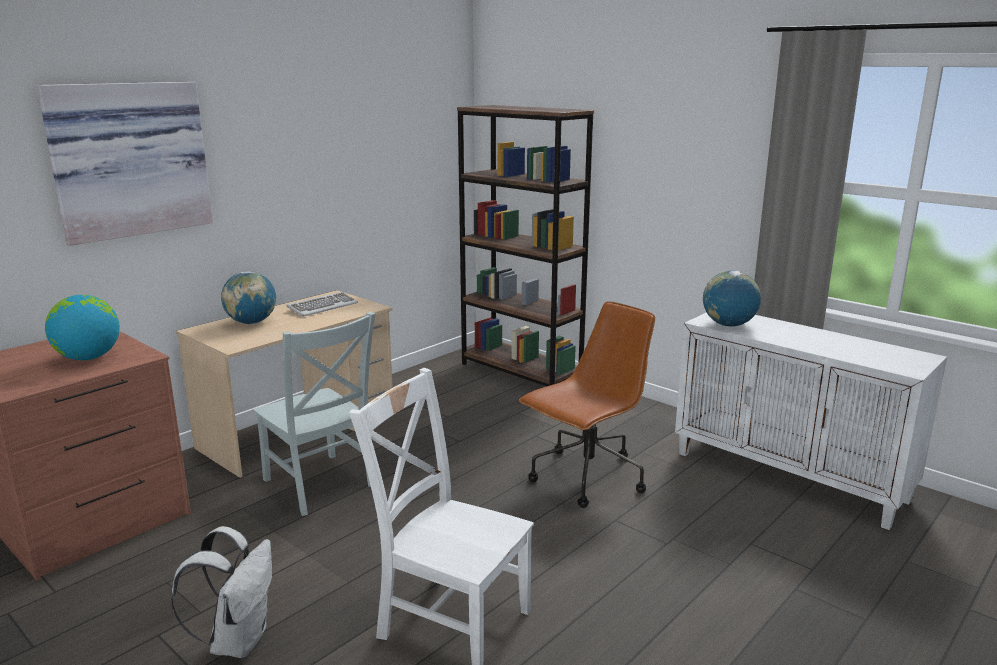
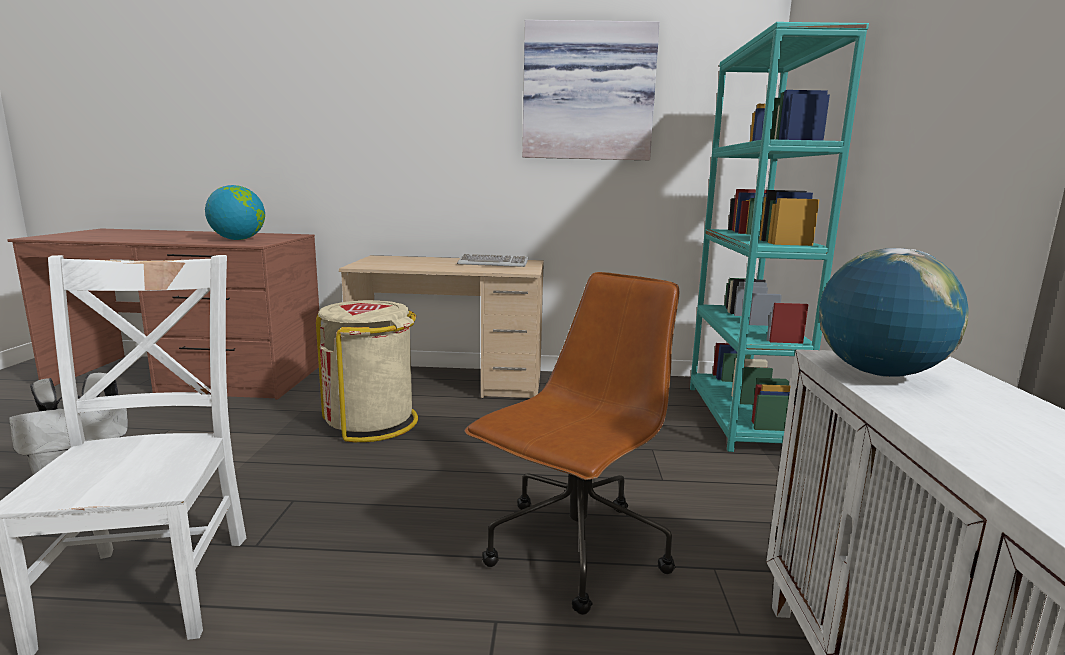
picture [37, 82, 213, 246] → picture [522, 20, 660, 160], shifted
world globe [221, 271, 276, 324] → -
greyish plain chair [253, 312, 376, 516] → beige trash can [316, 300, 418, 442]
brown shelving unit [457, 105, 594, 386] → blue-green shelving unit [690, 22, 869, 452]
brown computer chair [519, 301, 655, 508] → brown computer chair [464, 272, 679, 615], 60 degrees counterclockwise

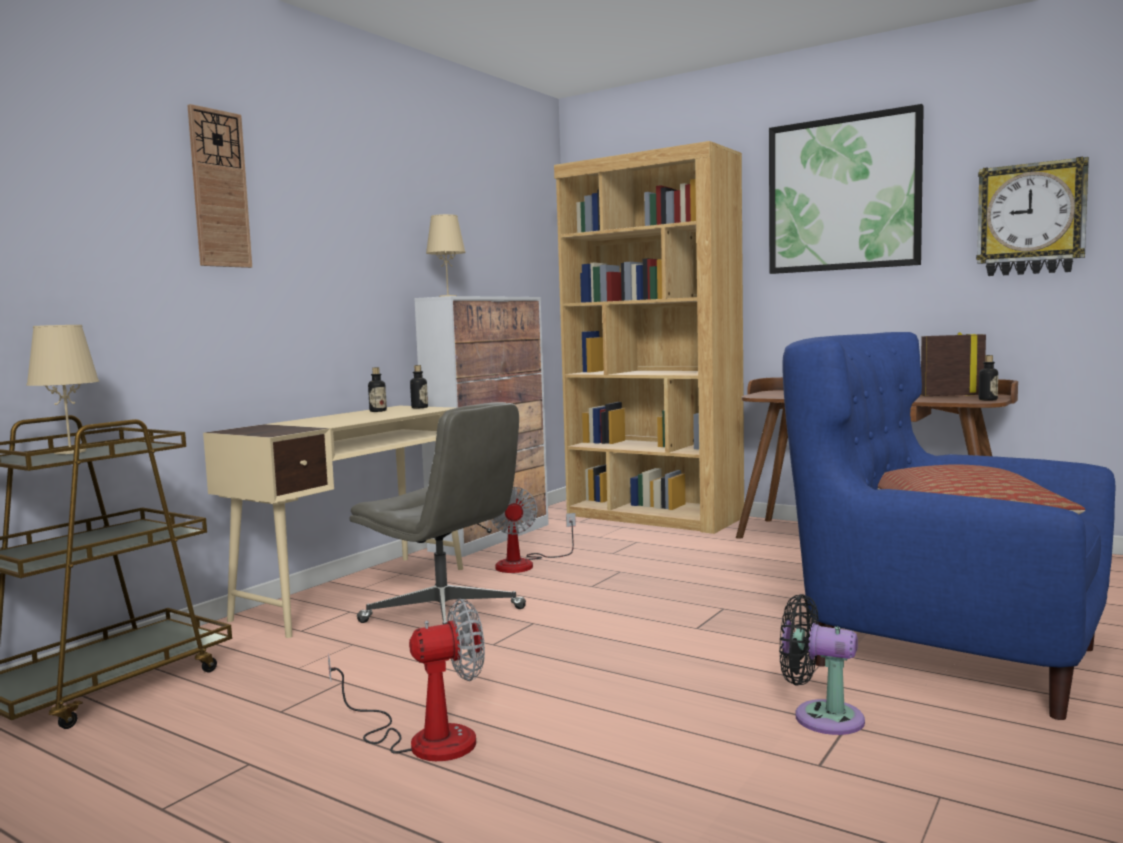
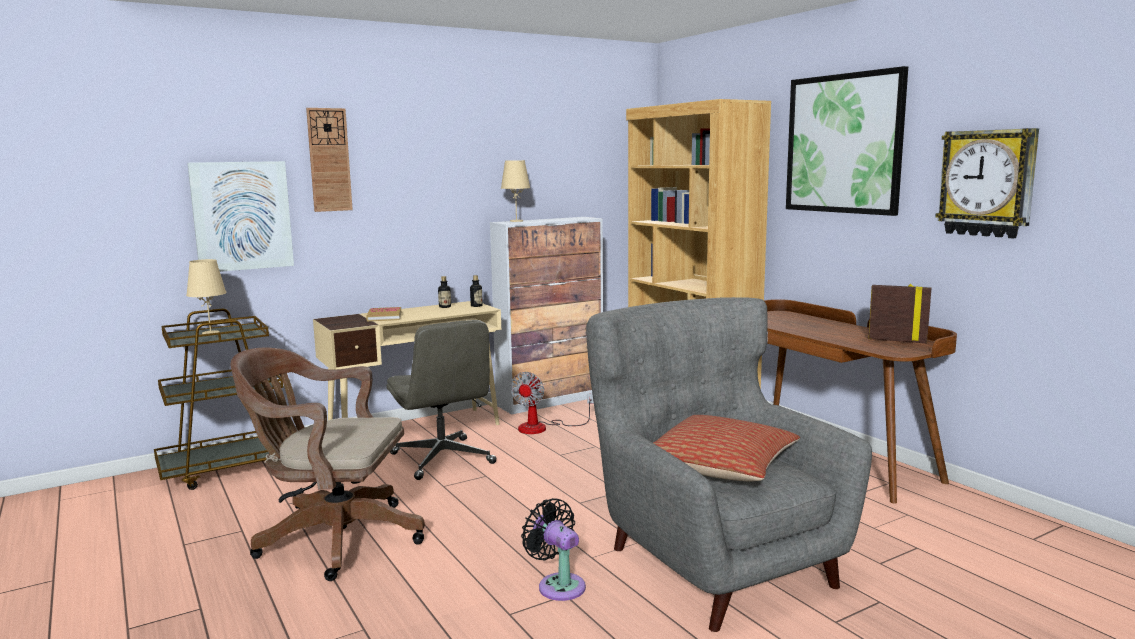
fan [328, 599, 485, 761] → brown computer chair [230, 348, 425, 581]
blue-coloured easy chair [782, 332, 1116, 720] → greyish easy chair [586, 297, 872, 632]
drink bottle [979, 355, 998, 400] → -
- → picture [187, 161, 294, 272]
- → volume [366, 307, 401, 321]

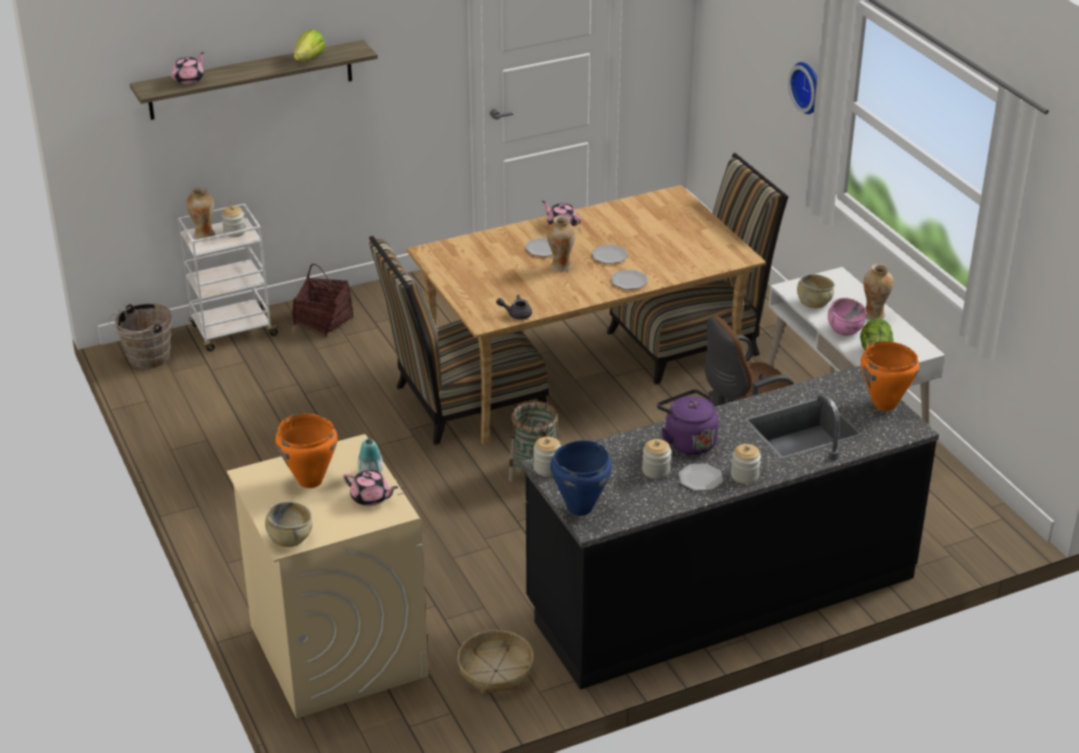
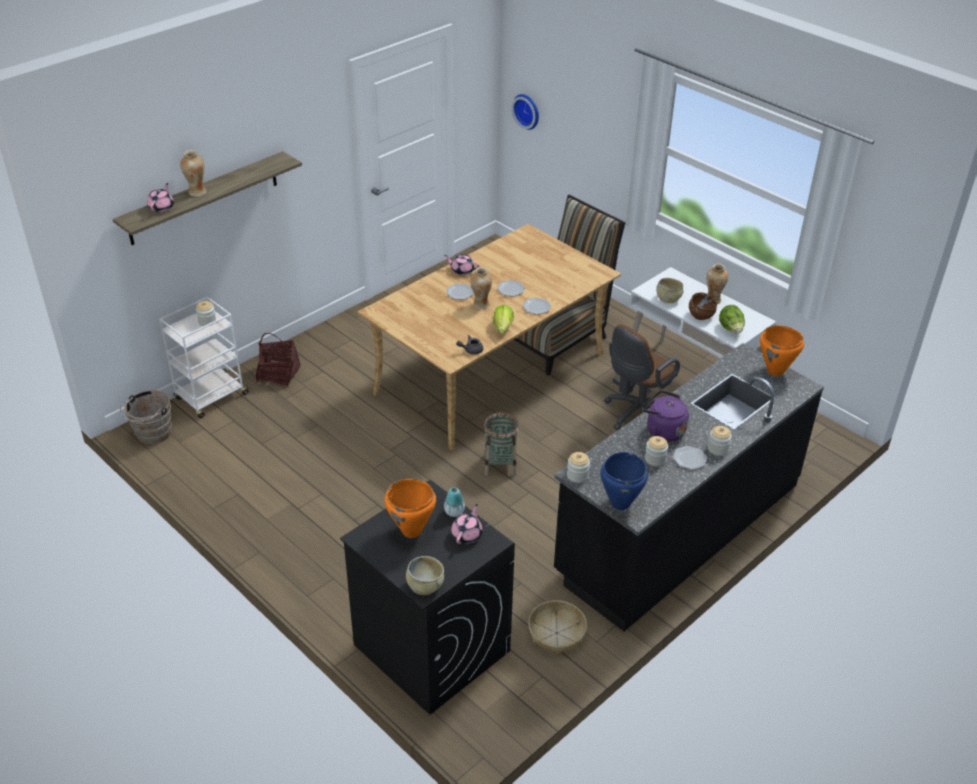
decorative vase [186, 187, 215, 239] → decorative vase [180, 150, 206, 197], shifted
beige laundry appliance [227, 434, 429, 719] → black laundry appliance [340, 480, 515, 715]
lettuce head [294, 30, 326, 61] → lettuce head [493, 305, 514, 334], shifted
pink pot for tea [343, 470, 398, 506] → pink pot for tea [451, 504, 483, 544], 75 degrees counterclockwise
plain chair [369, 236, 549, 445] → -
clock on the wall [788, 62, 817, 114] → clock on the wall [512, 94, 539, 130], shifted
pink bowl [828, 298, 866, 336] → brown bowl [689, 293, 717, 320]

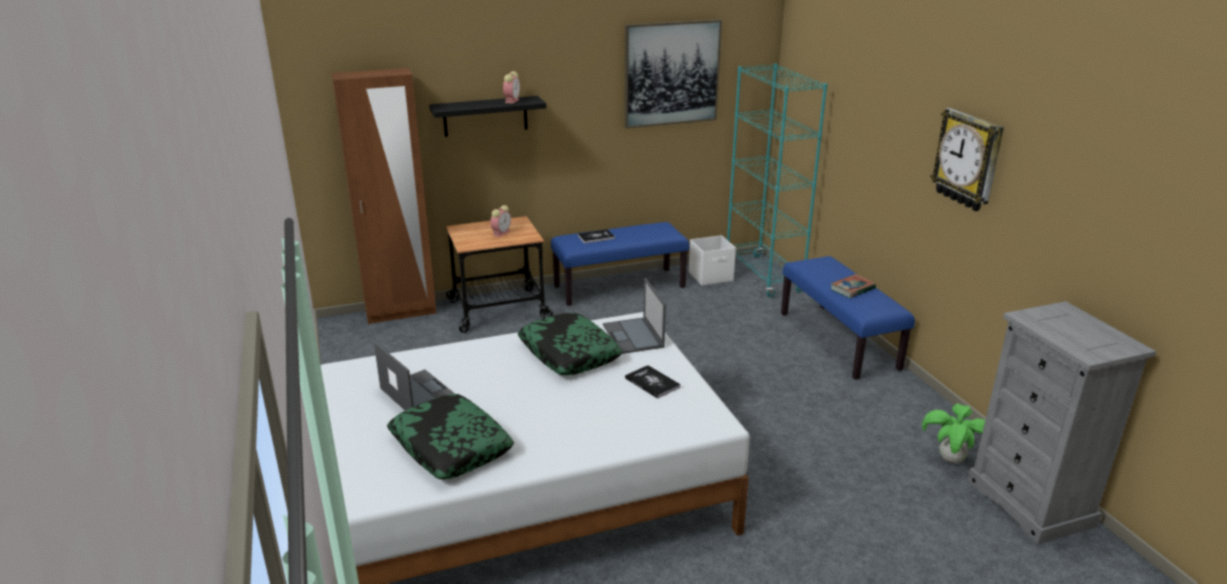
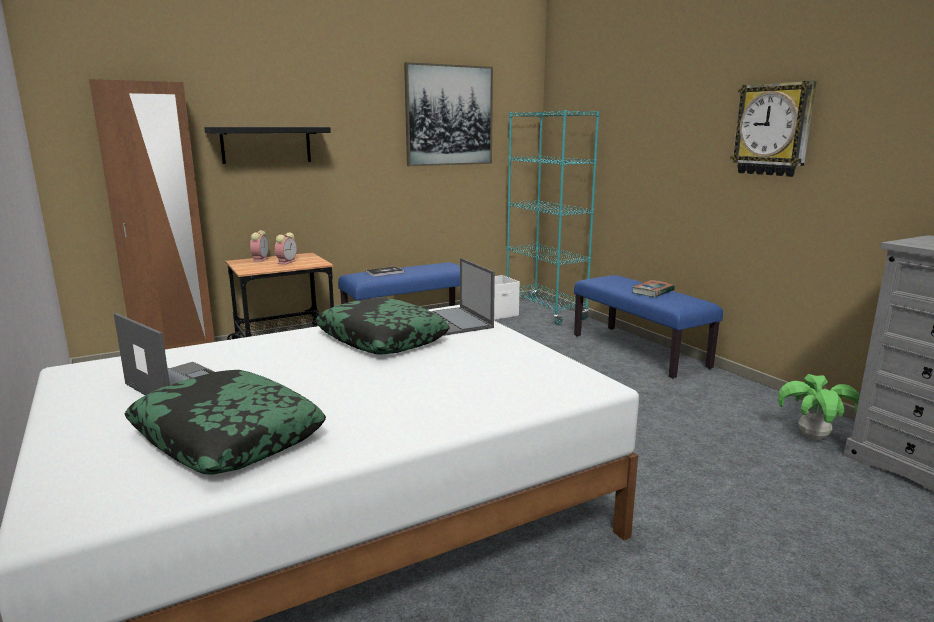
bedside clock [503, 71, 520, 104] → bedside clock [250, 230, 269, 262], shifted
volume [625, 365, 681, 399] → -

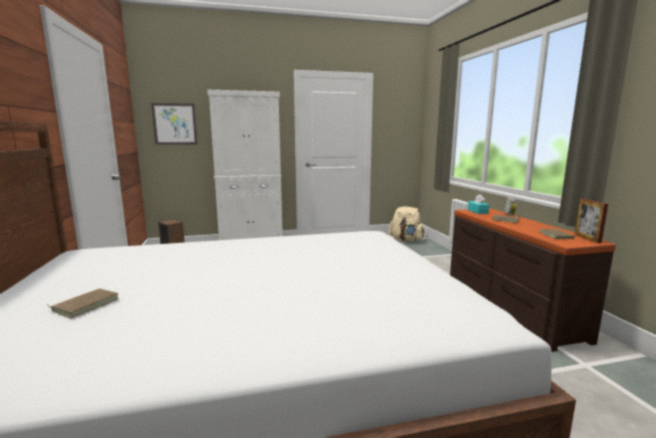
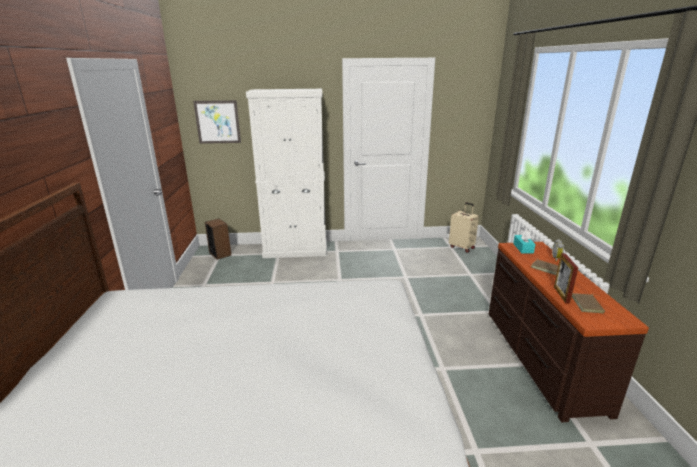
brown volume [47, 289, 119, 318] → -
beige backpack [389, 207, 424, 241] → beige travel case [449, 203, 479, 252]
standing frame [575, 199, 608, 243] → standing frame [554, 253, 578, 303], shifted

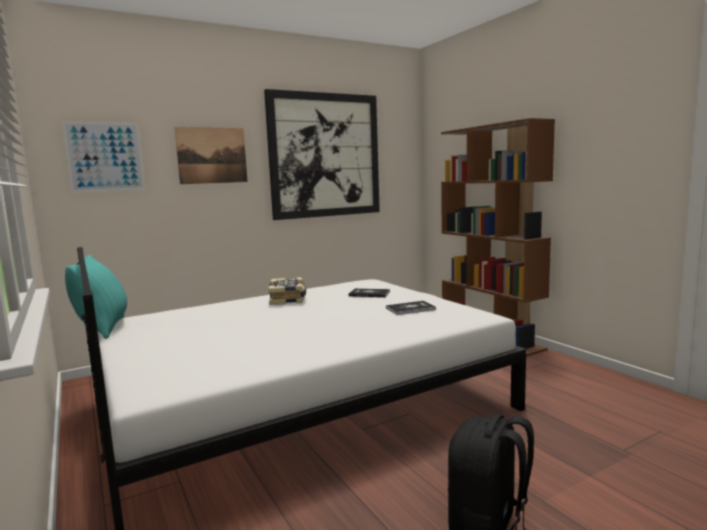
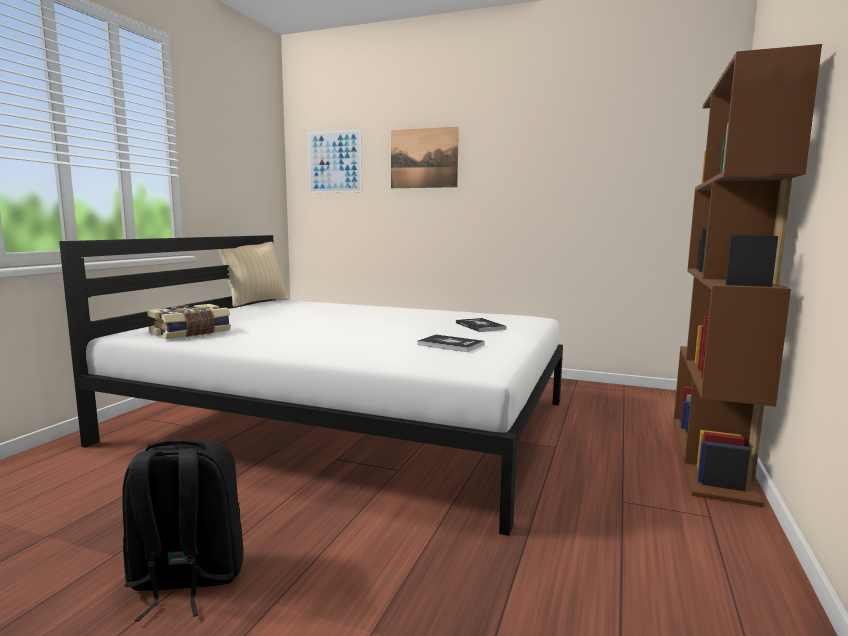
blue-green throw pillow [65, 255, 127, 339] → beige throw pillow [218, 242, 288, 307]
picture [264, 89, 380, 220] → -
volume [268, 277, 306, 305] → volume [147, 304, 231, 339], shifted

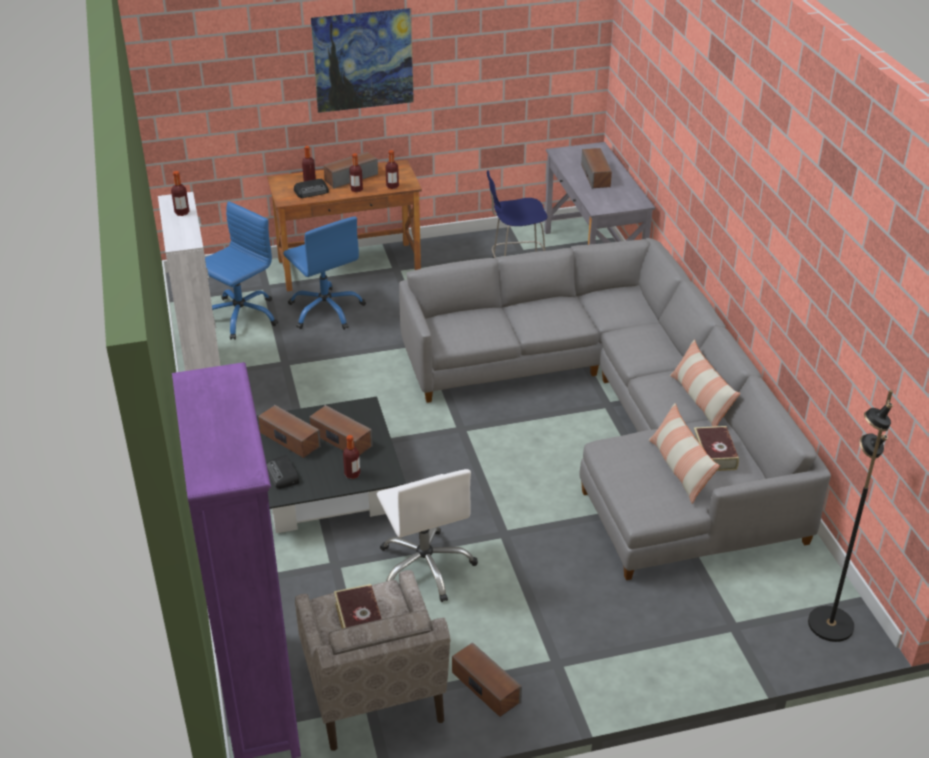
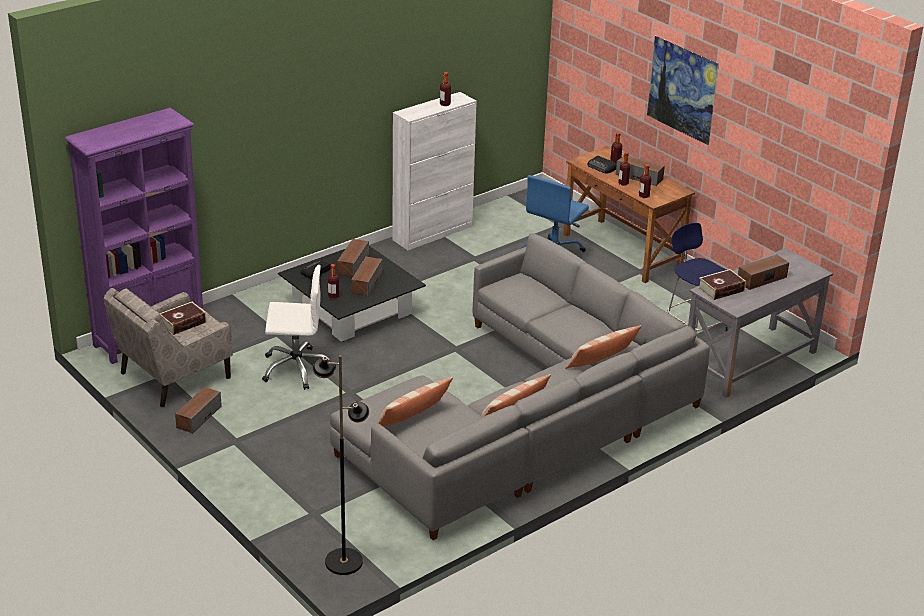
blue-coloured computer chair [205, 201, 278, 340] → -
white-coloured computer chair [377, 469, 478, 602] → white-coloured computer chair [262, 265, 336, 390], 135 degrees counterclockwise
volume [694, 426, 739, 471] → volume [698, 269, 746, 300], shifted
- → throw pillow [565, 325, 642, 369]

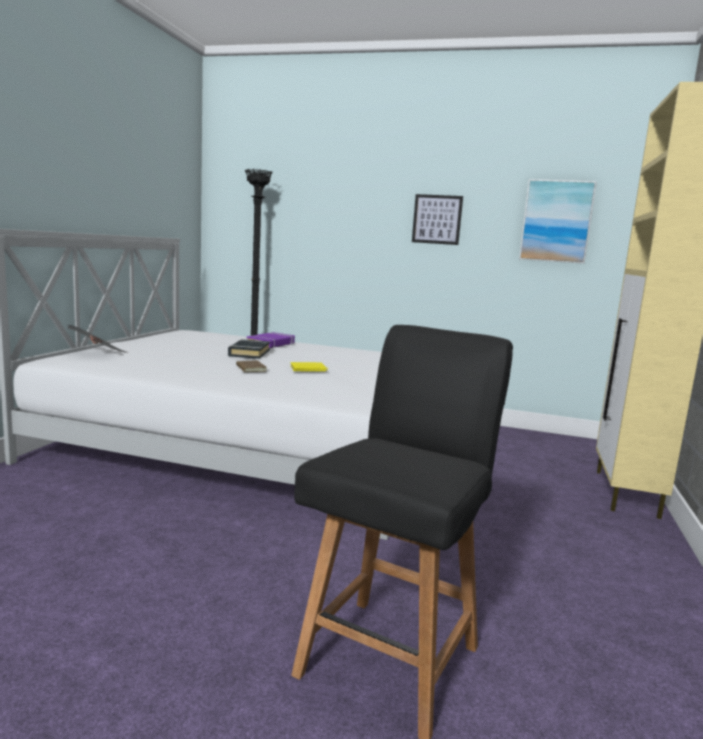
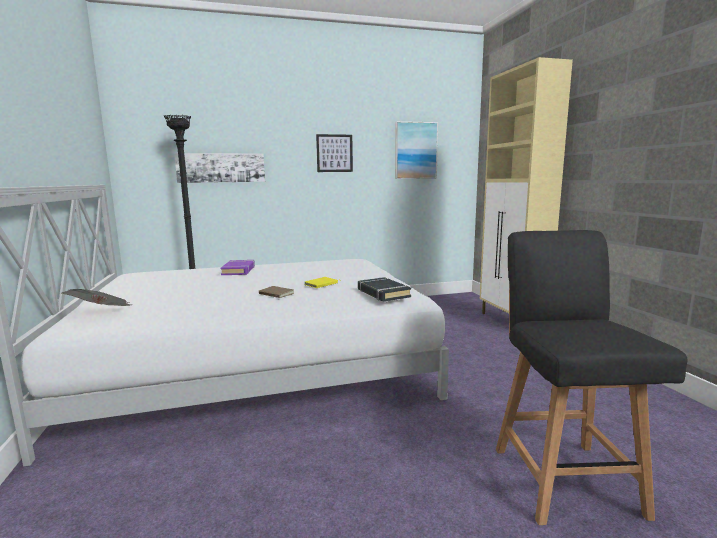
black volume [228, 339, 270, 359] → black volume [358, 277, 411, 302], shifted
- → picture [174, 153, 265, 183]

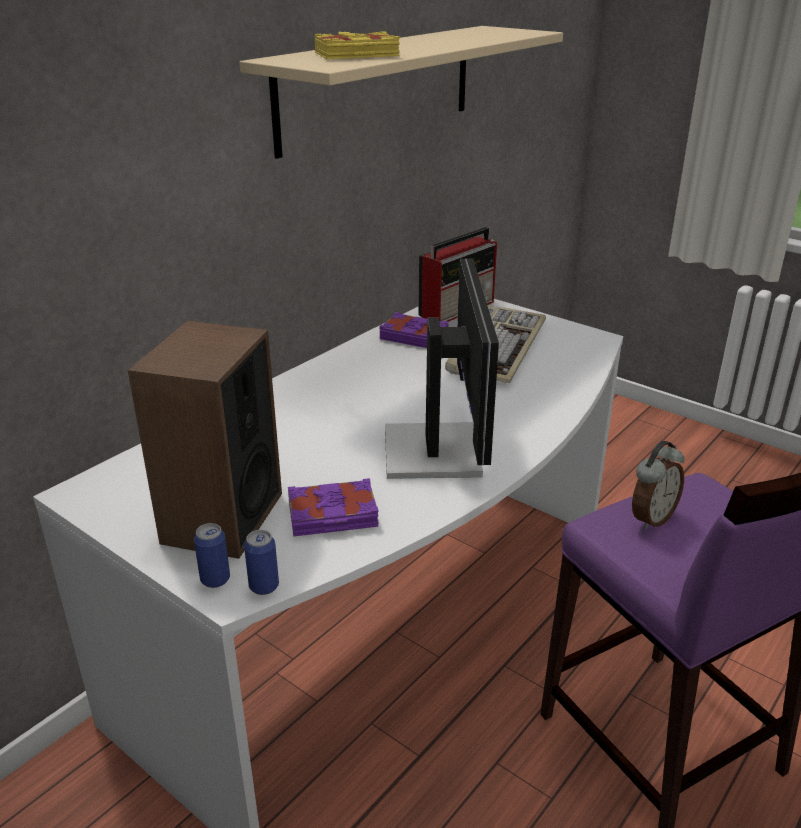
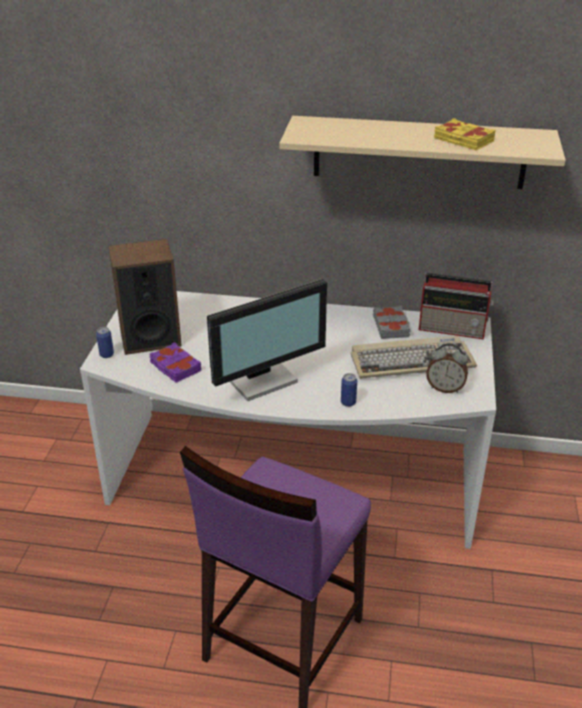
metal can [244, 530, 279, 595] → metal can [341, 373, 357, 407], shifted
yellow-coloured volume [315, 31, 400, 59] → yellow-coloured volume [434, 118, 496, 150], shifted
purple volume [379, 312, 449, 348] → greyish volume [373, 306, 411, 339]
bedside clock [632, 441, 684, 530] → bedside clock [426, 343, 468, 393], shifted

